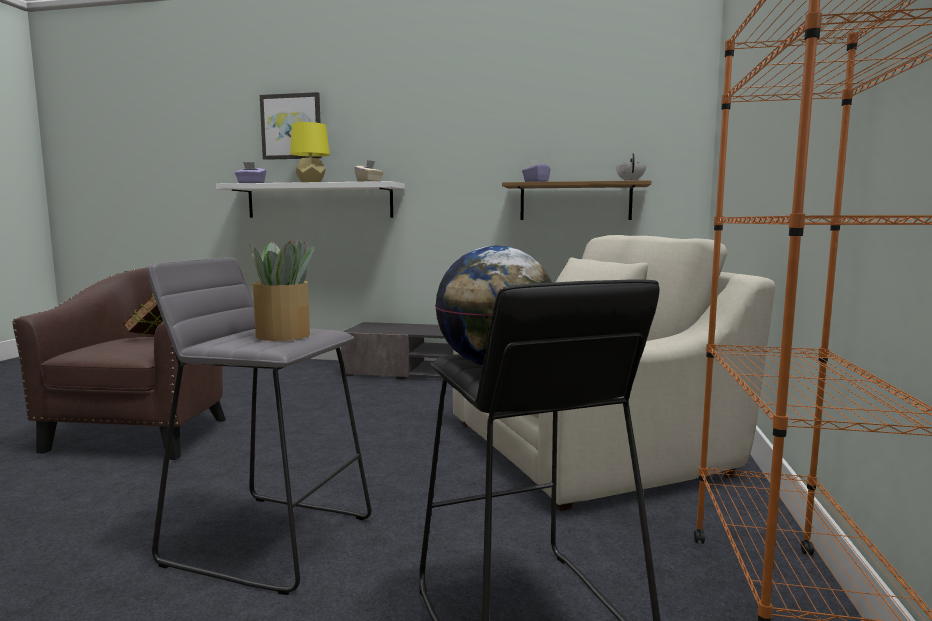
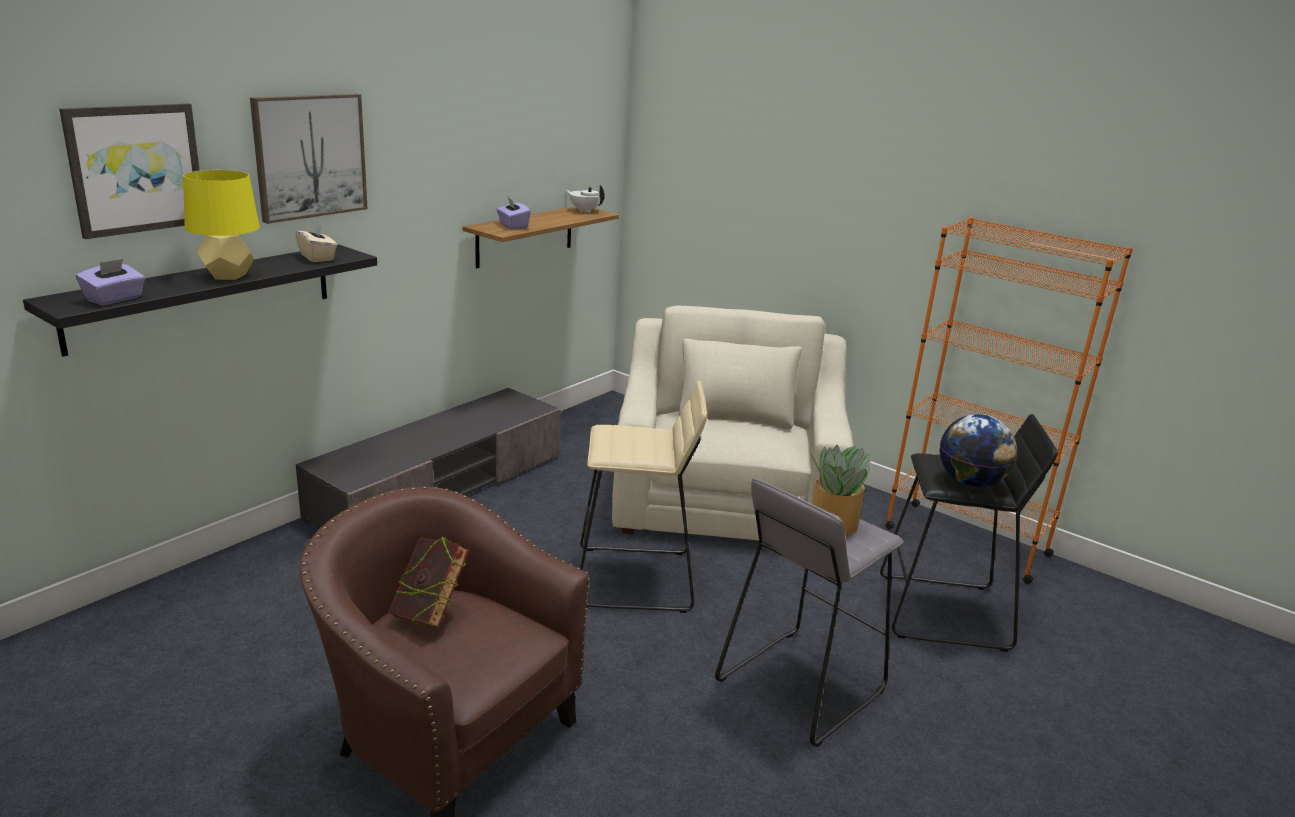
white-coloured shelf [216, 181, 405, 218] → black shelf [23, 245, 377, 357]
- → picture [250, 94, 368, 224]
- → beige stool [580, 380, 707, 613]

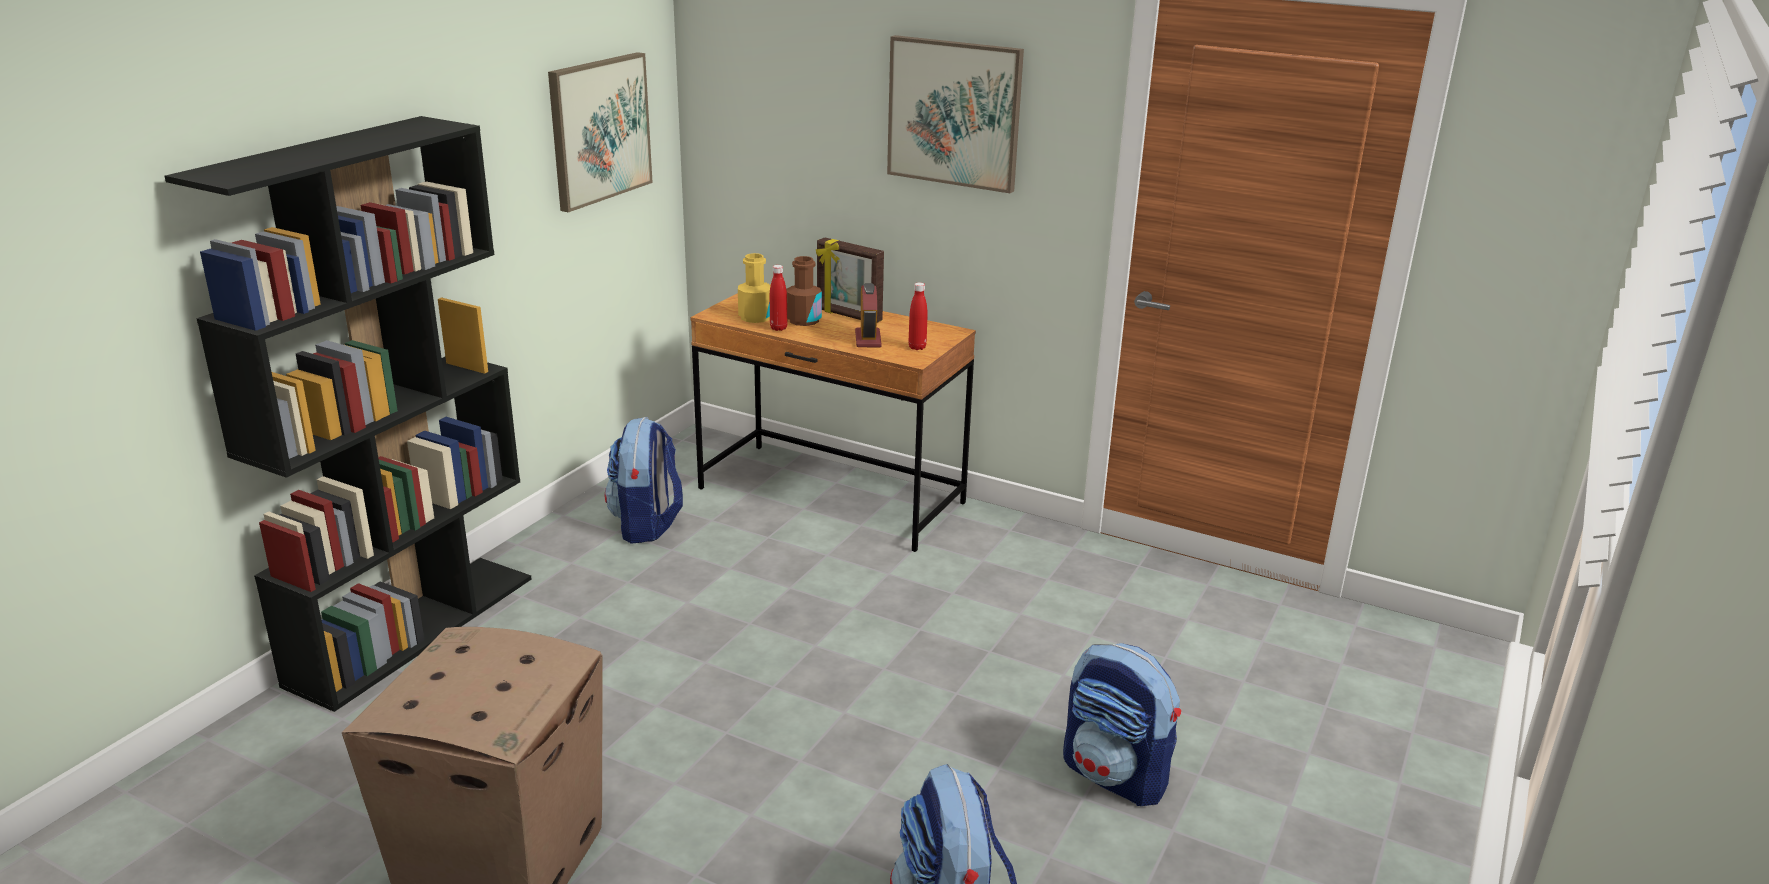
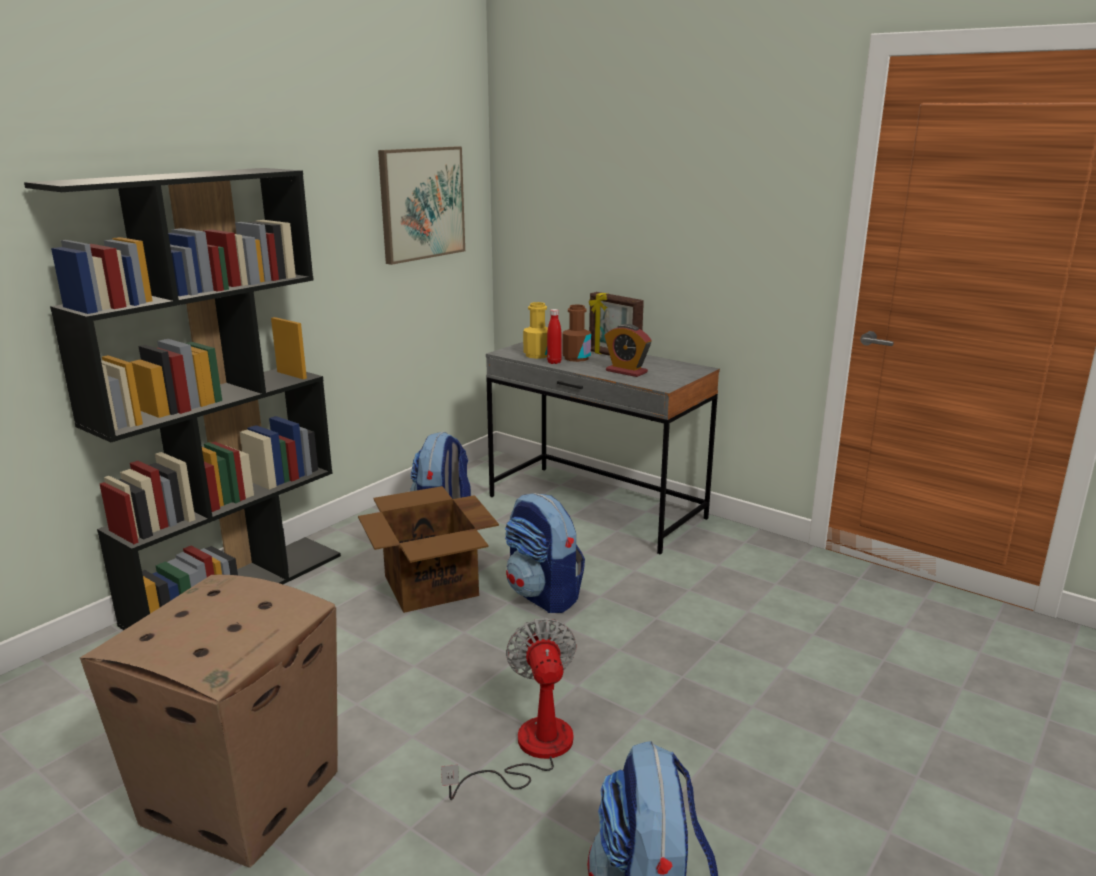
brown desk unit [690, 293, 976, 552] → greyish desk unit [486, 339, 720, 554]
bedside clock [855, 283, 882, 347] → bedside clock [605, 324, 652, 377], 120 degrees clockwise
picture [887, 35, 1024, 193] → -
red drink bottle [909, 282, 928, 350] → -
backpack [1063, 643, 1181, 806] → backpack [505, 493, 585, 613], shifted
- → cardboard box [358, 486, 499, 613]
- → fan [441, 618, 576, 800]

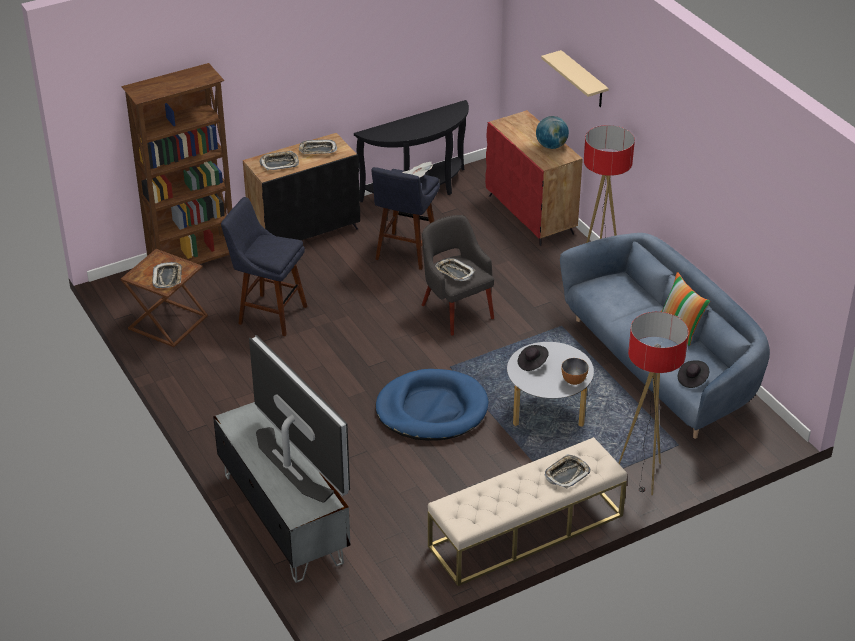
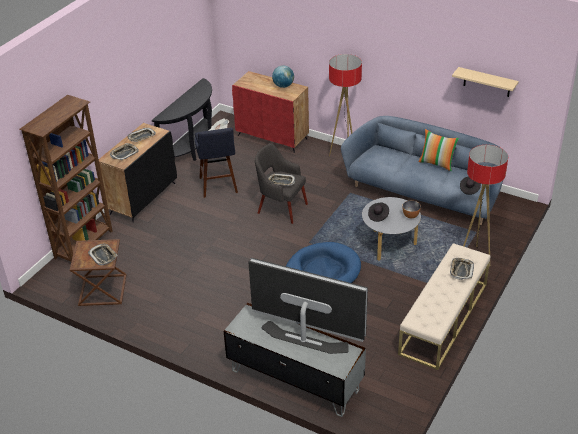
blue-coloured stool [221, 197, 307, 336] → -
beige shelf [541, 50, 609, 107] → beige shelf [452, 67, 519, 97], shifted

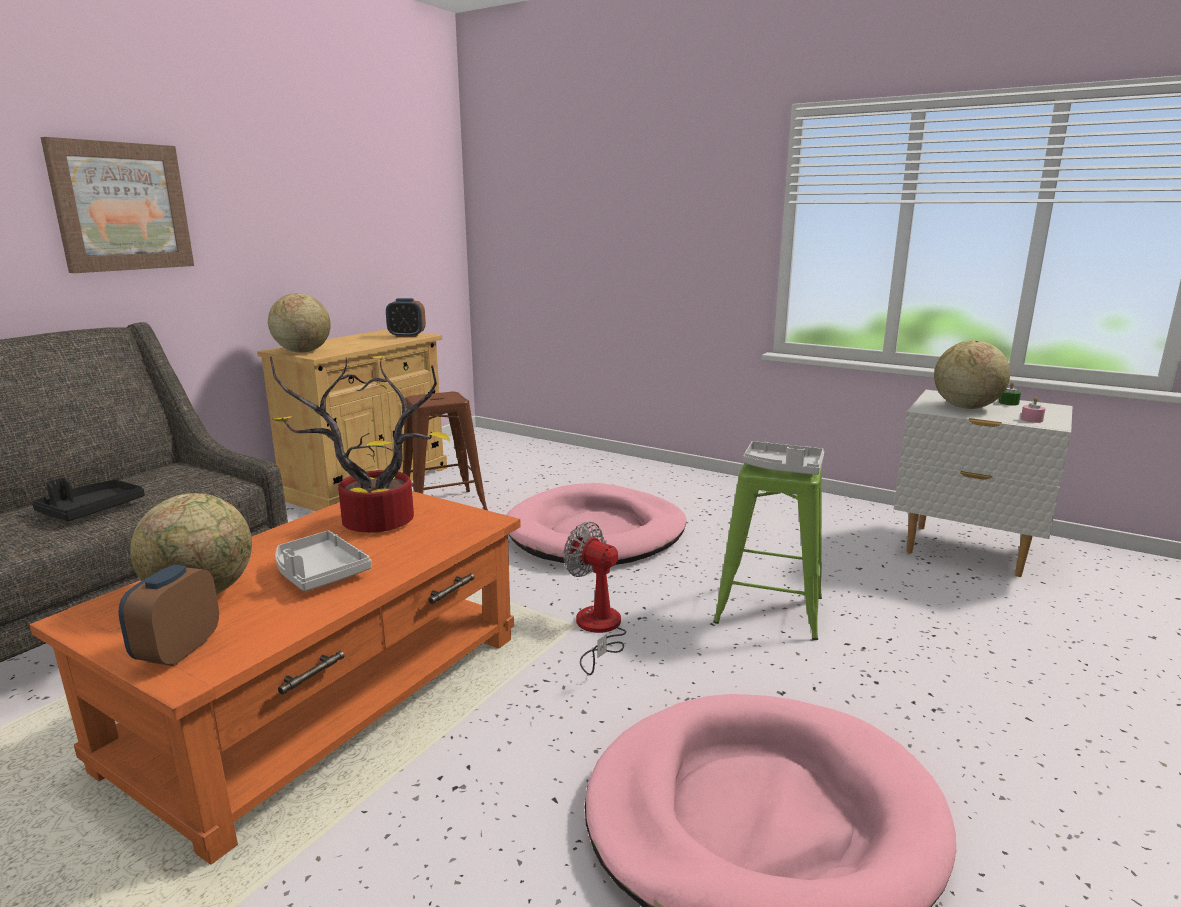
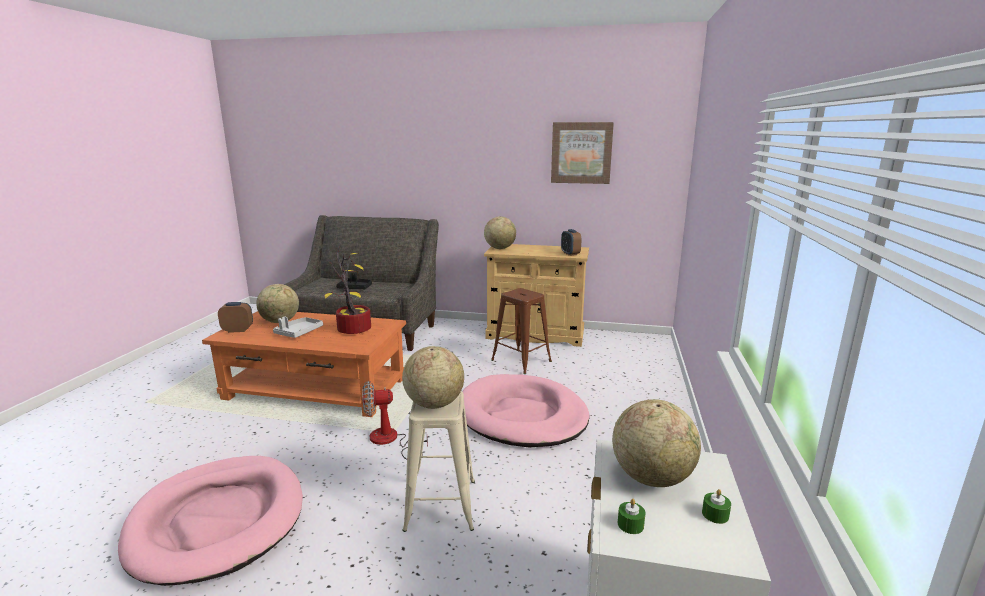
picture [40, 137, 194, 273] → picture [551, 122, 614, 184], shifted
fan [563, 522, 626, 675] → fan [362, 381, 428, 460], 120 degrees counterclockwise
green stool [713, 463, 822, 640] → beige stool [403, 391, 475, 532]
greyish carrying tray [743, 441, 824, 475] → world globe [402, 346, 464, 409]
pink candle [1021, 397, 1046, 423] → green candle [618, 499, 645, 534]

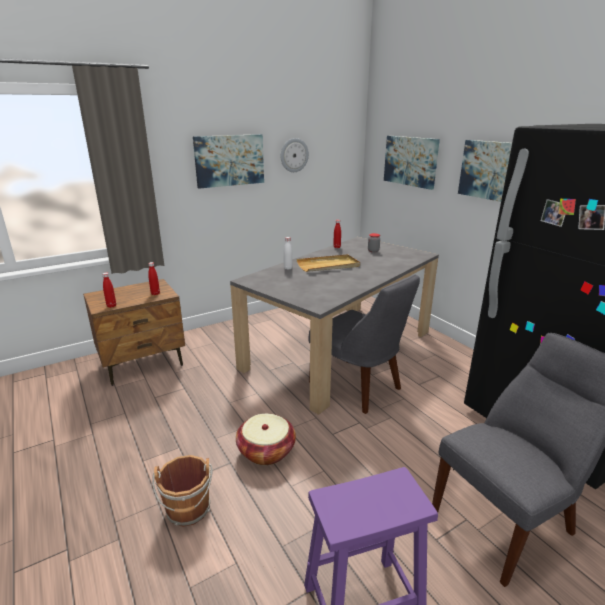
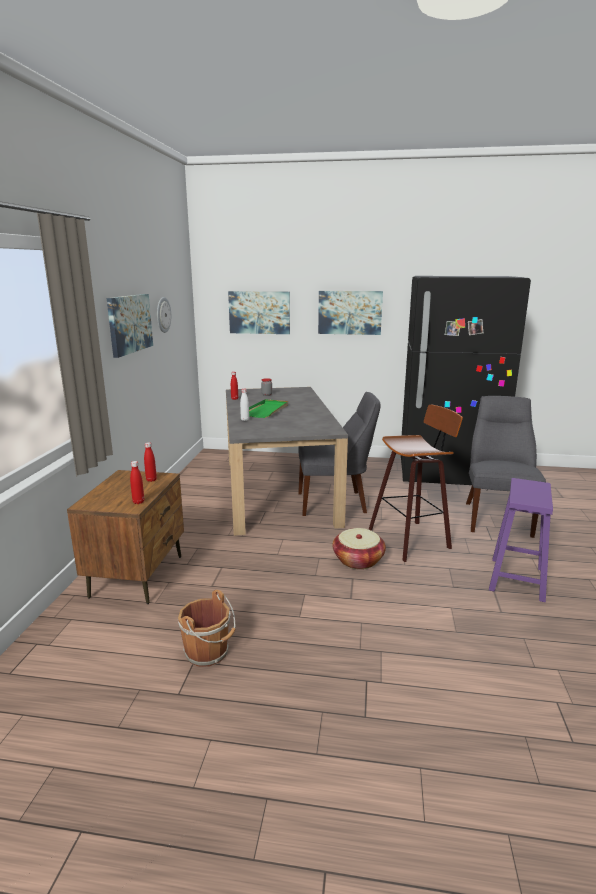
brown bucket [152, 455, 213, 527] → brown bucket [178, 590, 236, 667], shifted
beige carrying tray [297, 254, 360, 272] → green carrying tray [249, 399, 288, 418]
- → stool [369, 405, 463, 562]

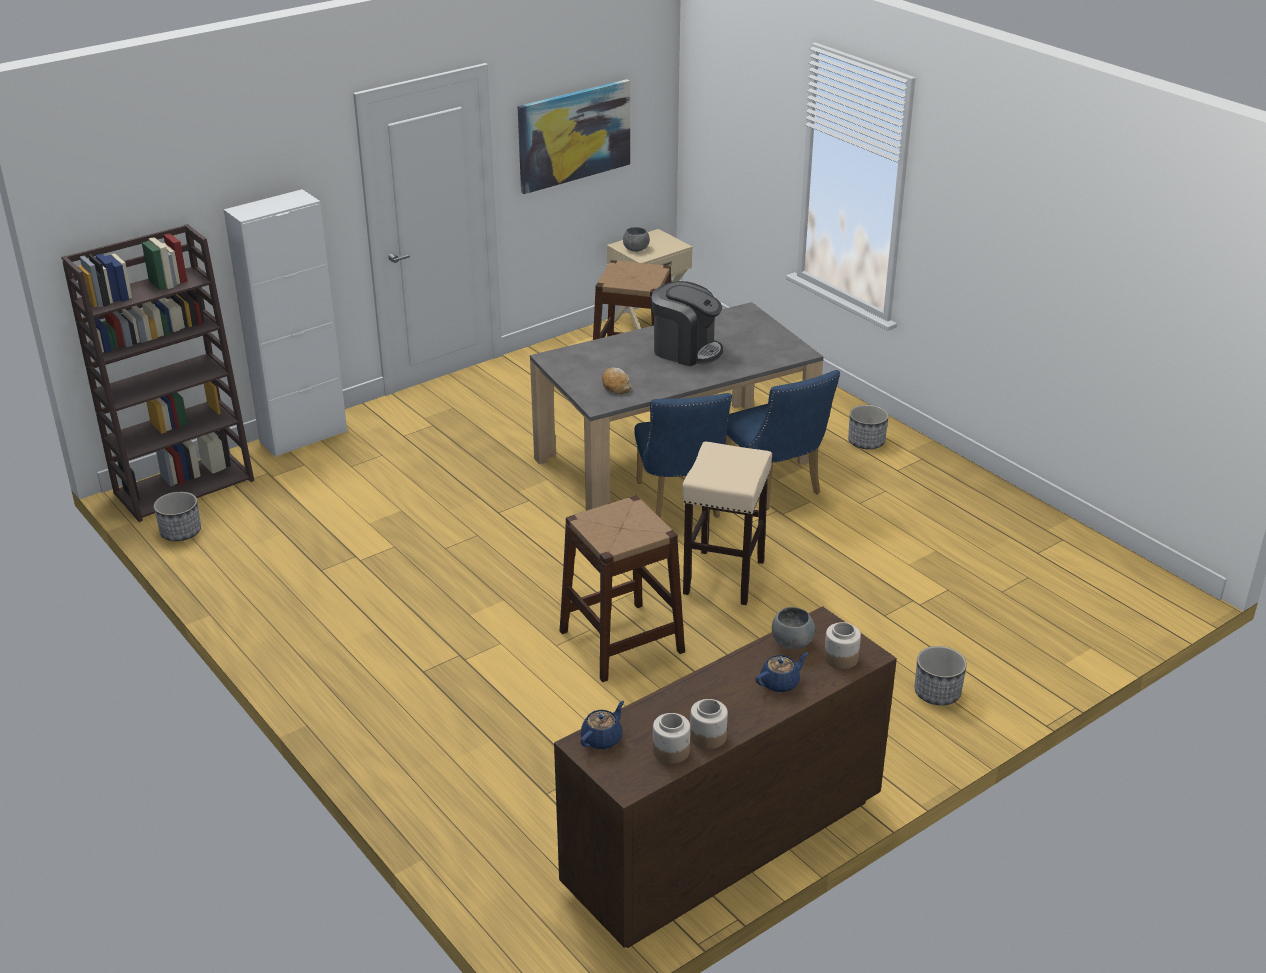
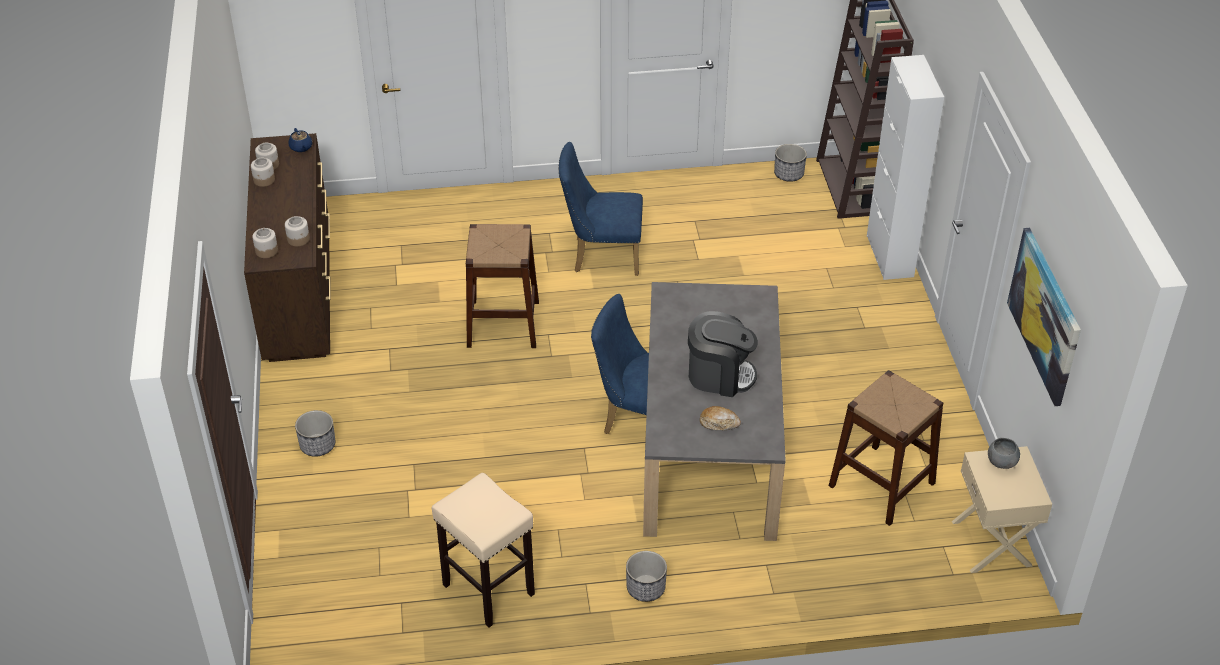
baked bread [602, 367, 632, 394] → baked bread [700, 406, 741, 431], shifted
coffee maker [651, 281, 723, 366] → coffee maker [688, 311, 758, 397], 135 degrees counterclockwise
beige stool [682, 442, 772, 605] → beige stool [432, 473, 535, 627], shifted
blue-coloured plain chair [726, 370, 840, 510] → blue-coloured plain chair [559, 142, 643, 276], shifted
blue-coloured pot for tea [755, 652, 808, 692] → -
greyish bowl [772, 607, 815, 649] → preserve jar [285, 216, 310, 247]

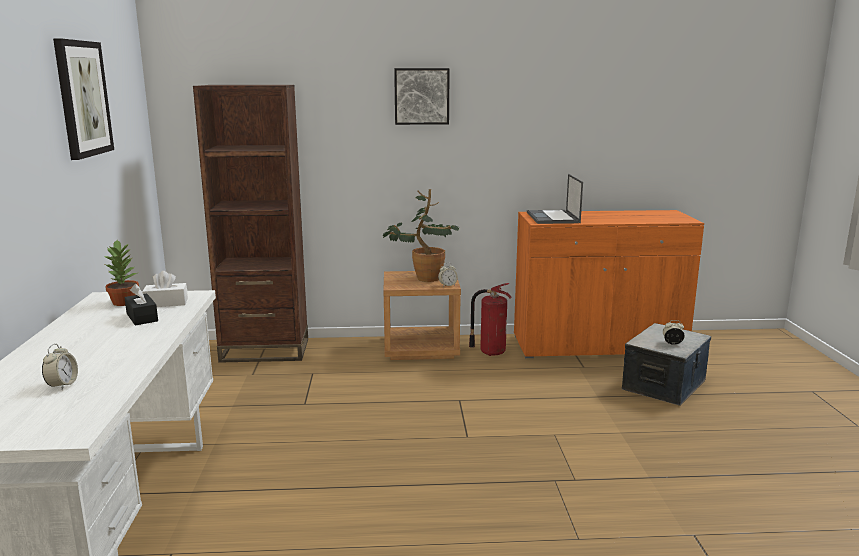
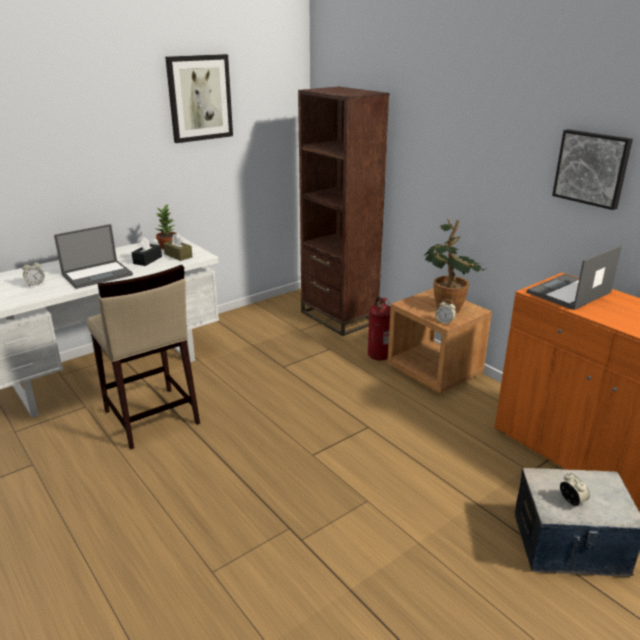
white-coloured tissue holder [142, 271, 188, 307] → brown tissue holder [163, 233, 192, 261]
picture [394, 68, 450, 125] → picture [552, 129, 633, 210], shifted
extinguisher [469, 283, 512, 356] → extinguisher [368, 297, 391, 360], shifted
- → portable computer [54, 224, 133, 289]
- → beige stool [87, 265, 200, 450]

